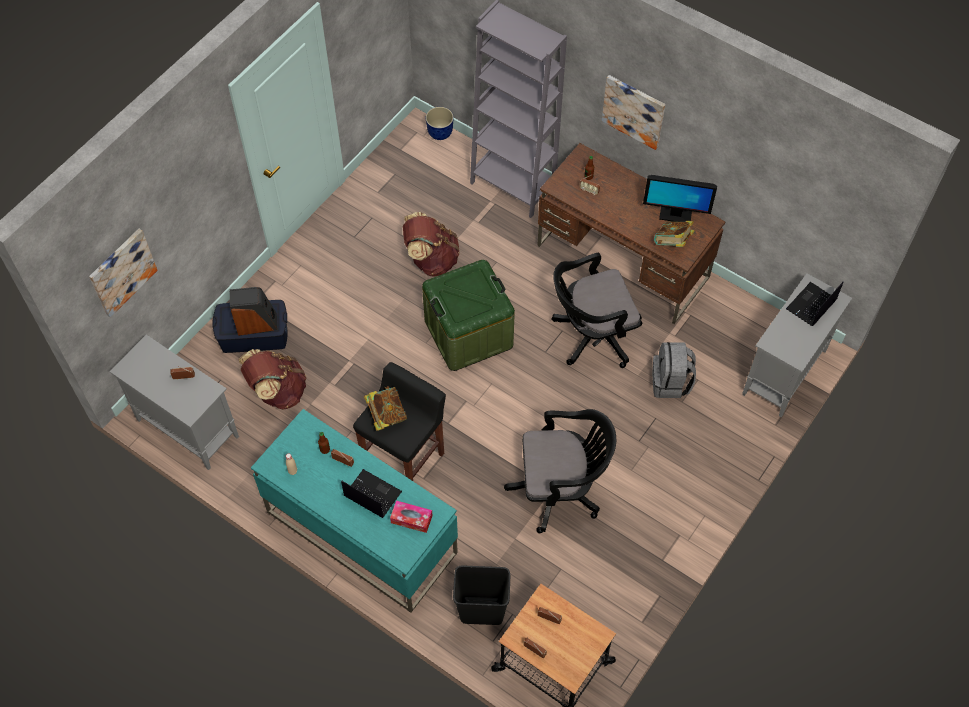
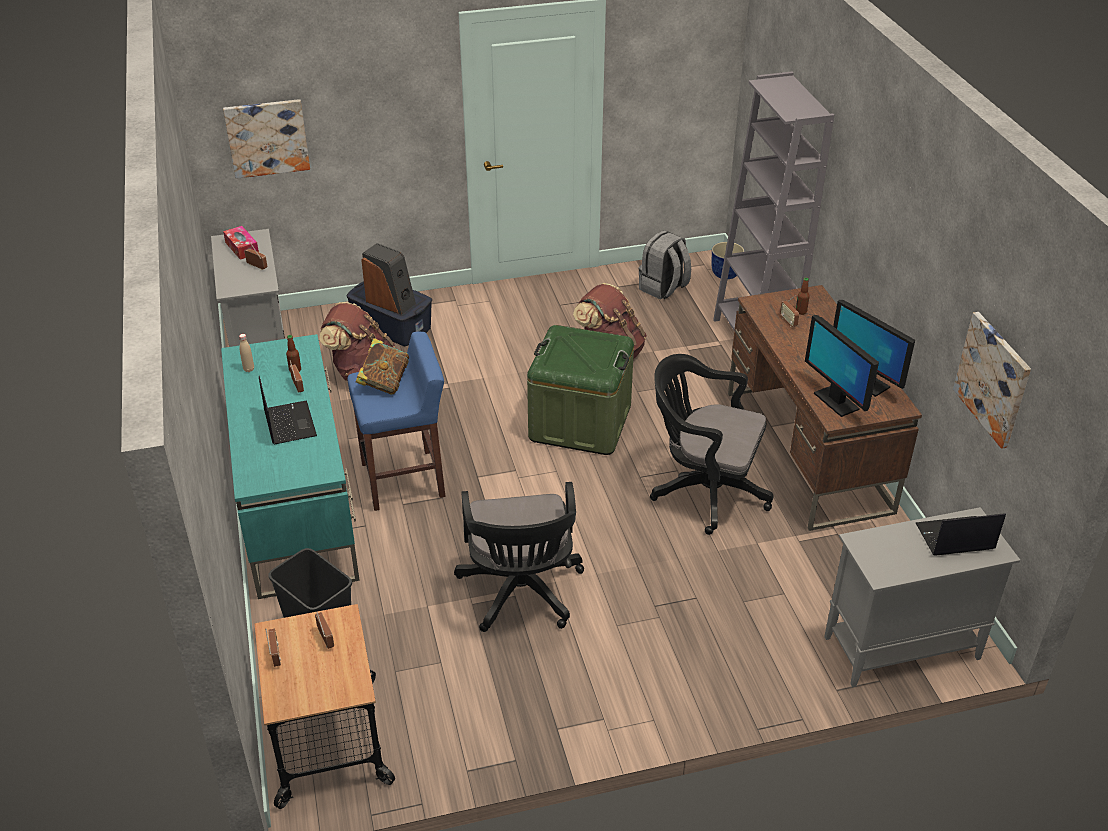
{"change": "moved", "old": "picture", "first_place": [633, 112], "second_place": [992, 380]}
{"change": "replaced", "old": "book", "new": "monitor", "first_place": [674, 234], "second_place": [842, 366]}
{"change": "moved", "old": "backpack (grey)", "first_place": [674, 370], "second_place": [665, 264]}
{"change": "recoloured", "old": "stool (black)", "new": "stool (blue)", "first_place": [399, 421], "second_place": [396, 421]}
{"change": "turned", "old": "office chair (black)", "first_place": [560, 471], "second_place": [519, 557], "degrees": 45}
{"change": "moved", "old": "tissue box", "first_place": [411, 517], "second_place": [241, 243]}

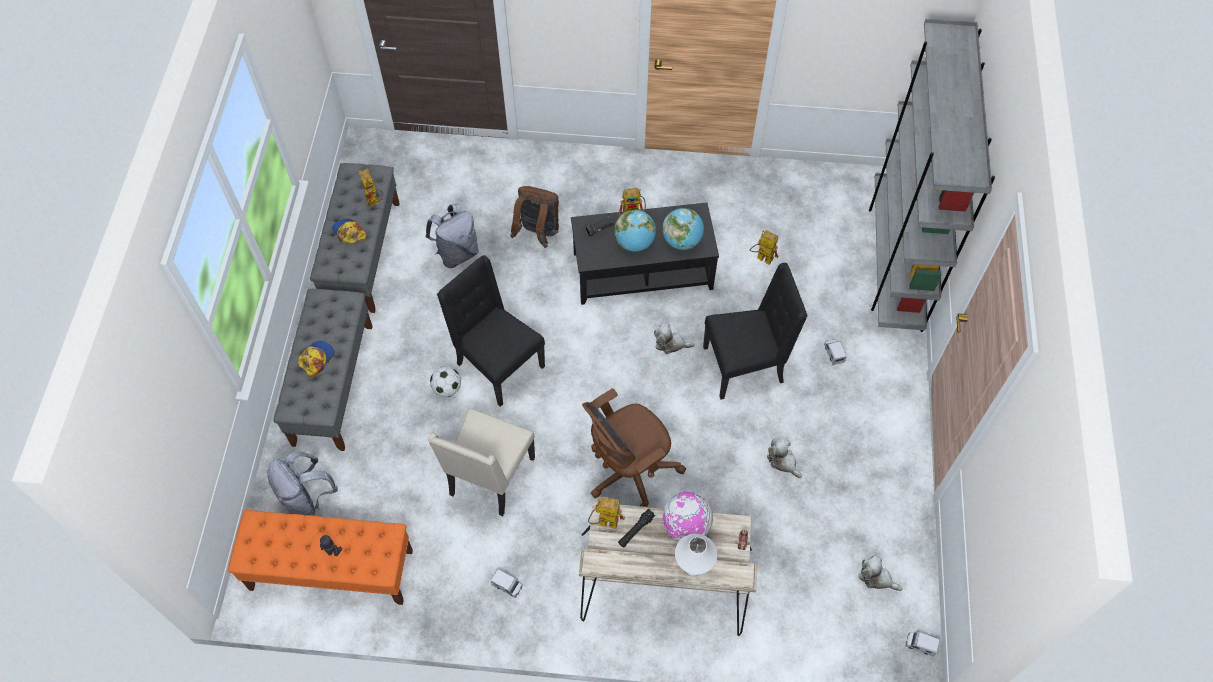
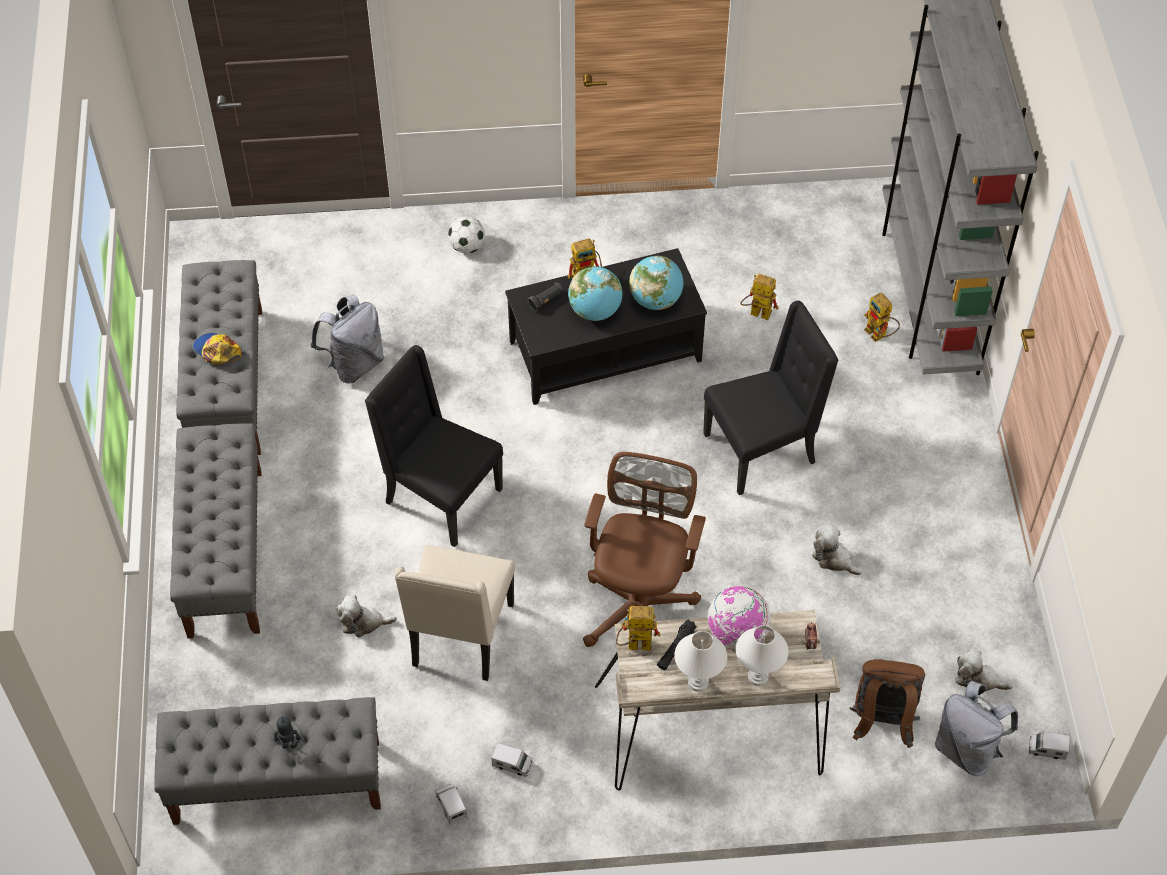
{"change": "moved", "old": "toy robot", "first_place": [371, 187], "second_place": [882, 317]}
{"change": "moved", "old": "backpack (brown)", "first_place": [534, 217], "second_place": [887, 703]}
{"change": "moved", "old": "plush toy", "first_place": [674, 338], "second_place": [366, 616]}
{"change": "moved", "old": "toy truck", "first_place": [835, 352], "second_place": [451, 804]}
{"change": "removed", "old": "cap", "first_place": [316, 358]}
{"change": "moved", "old": "football", "first_place": [445, 381], "second_place": [466, 235]}
{"change": "turned", "old": "office chair (brown)", "first_place": [634, 447], "second_place": [644, 549], "degrees": 150}
{"change": "moved", "old": "backpack (grey)", "first_place": [303, 483], "second_place": [976, 729]}
{"change": "recoloured", "old": "bench (orange)", "new": "bench (grey)", "first_place": [320, 557], "second_place": [267, 761]}
{"change": "added", "new": "table lamp (white)", "second_place": [700, 661]}

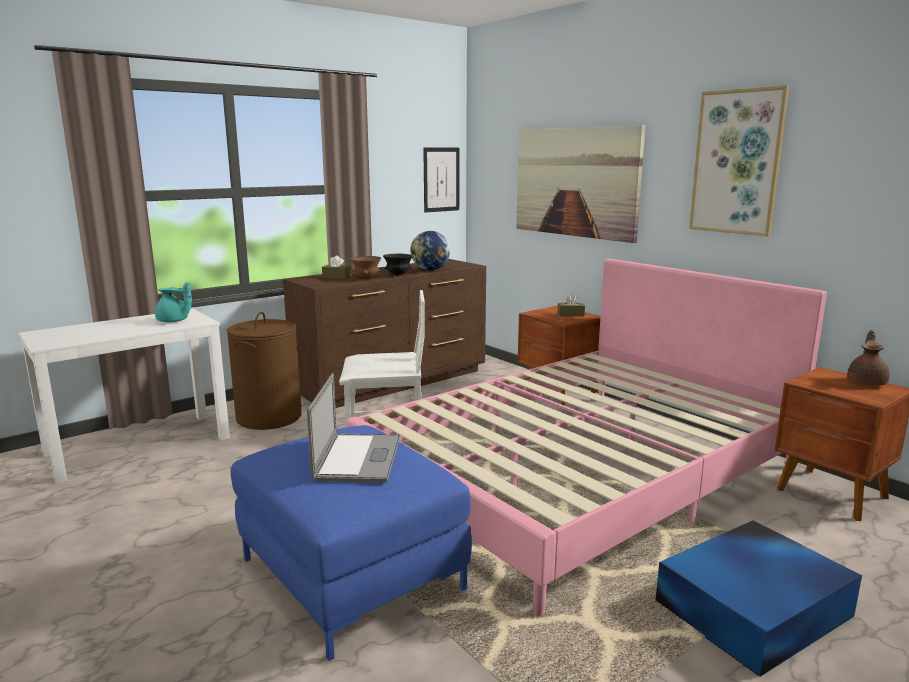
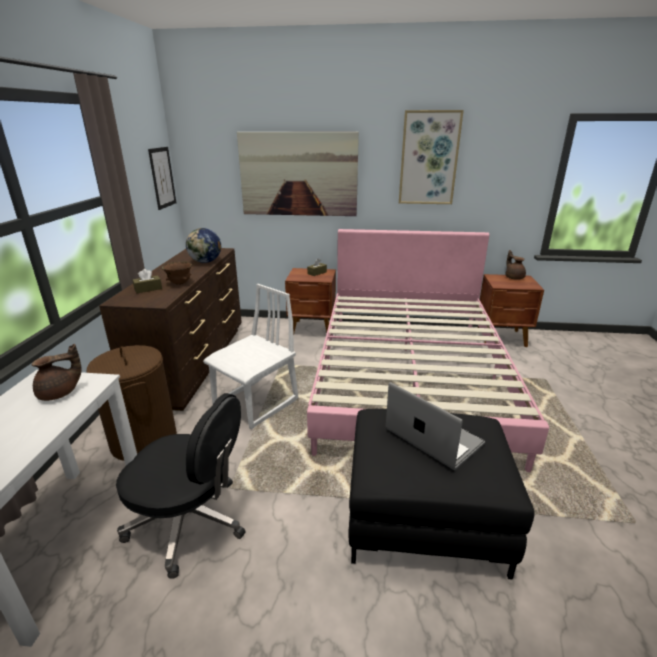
{"change": "removed", "old": "bowl (black)", "first_place": [398, 264]}
{"change": "recoloured", "old": "teapot (turquoise)", "new": "teapot (brown)", "first_place": [173, 302], "second_place": [56, 372]}
{"change": "recoloured", "old": "ottoman (blue)", "new": "ottoman (black)", "first_place": [351, 543], "second_place": [441, 494]}
{"change": "removed", "old": "storage box (blue)", "first_place": [759, 598]}
{"change": "added", "new": "office chair (black)", "second_place": [181, 486]}

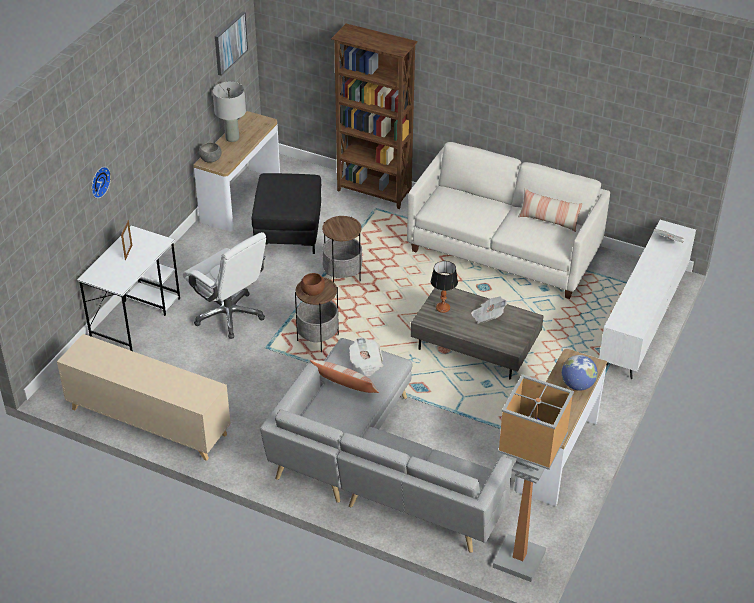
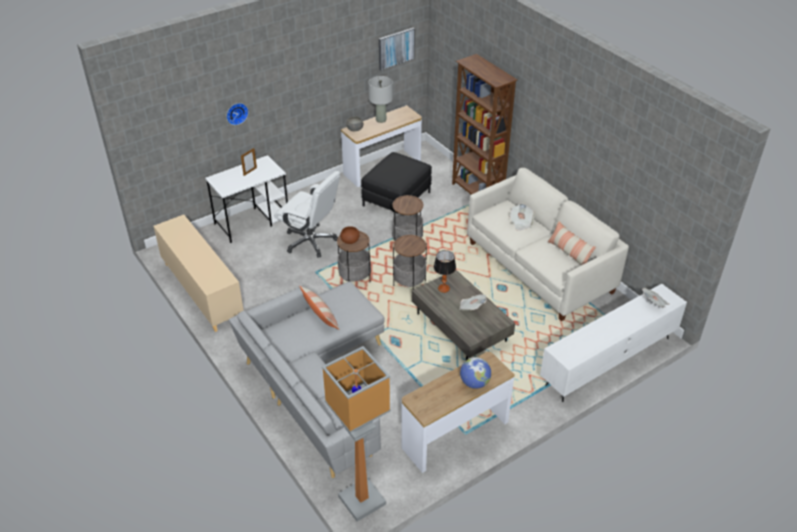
{"change": "turned", "old": "office chair (white)", "first_place": [224, 285], "second_place": [307, 214], "degrees": -45}
{"change": "moved", "old": "newspaper", "first_place": [366, 357], "second_place": [522, 217]}
{"change": "added", "new": "side table", "second_place": [410, 262]}

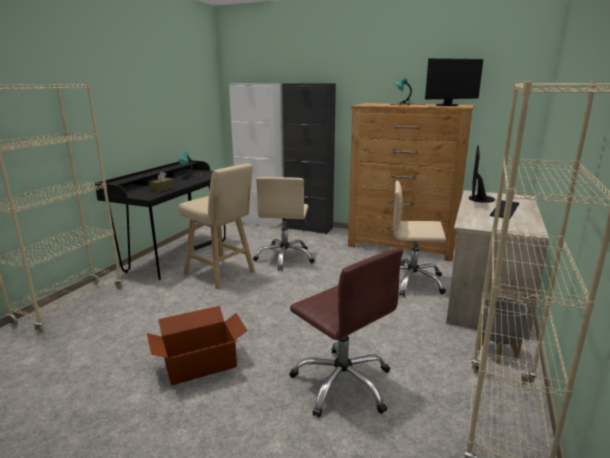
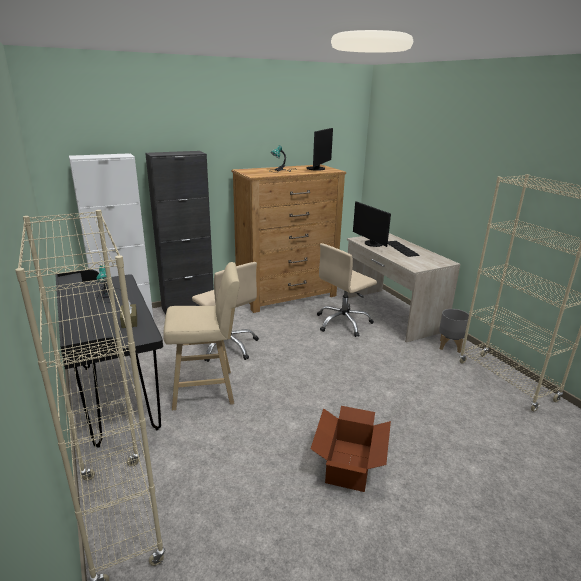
{"change": "removed", "old": "office chair (brown)", "first_place": [346, 333]}

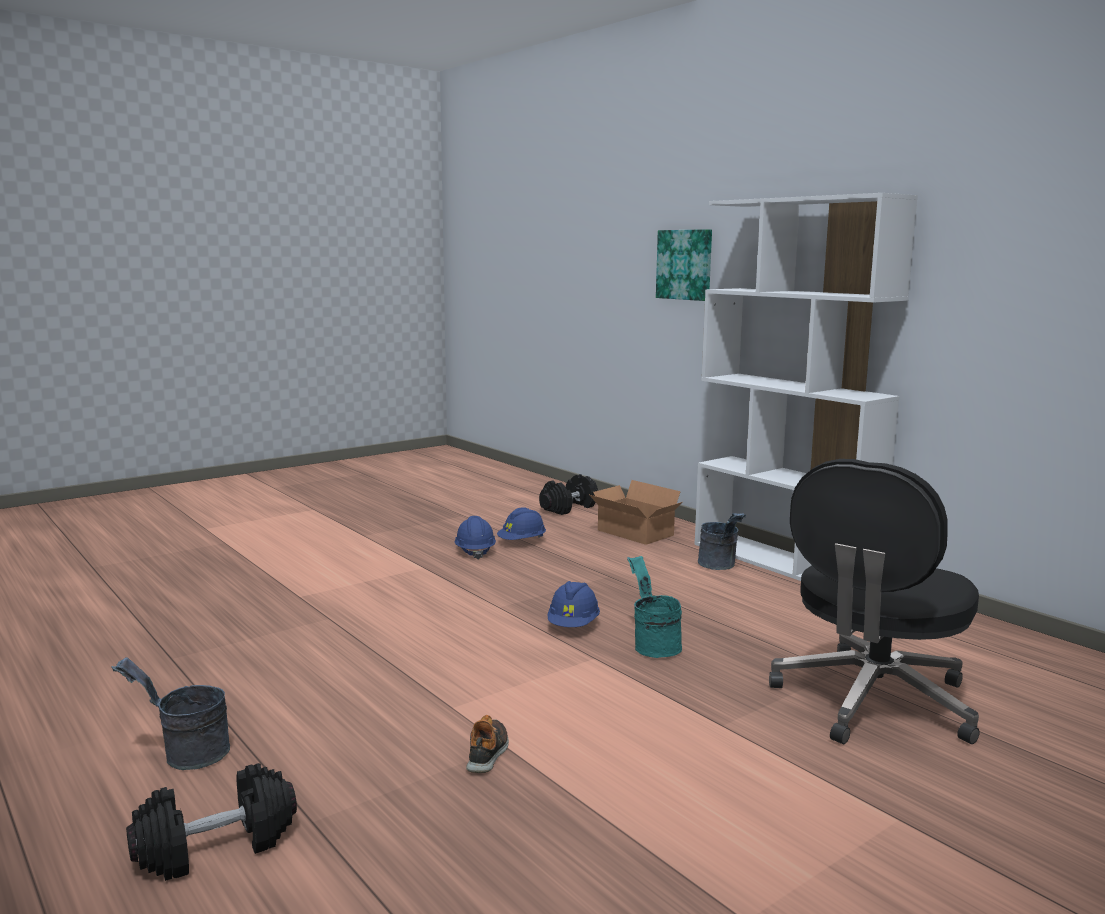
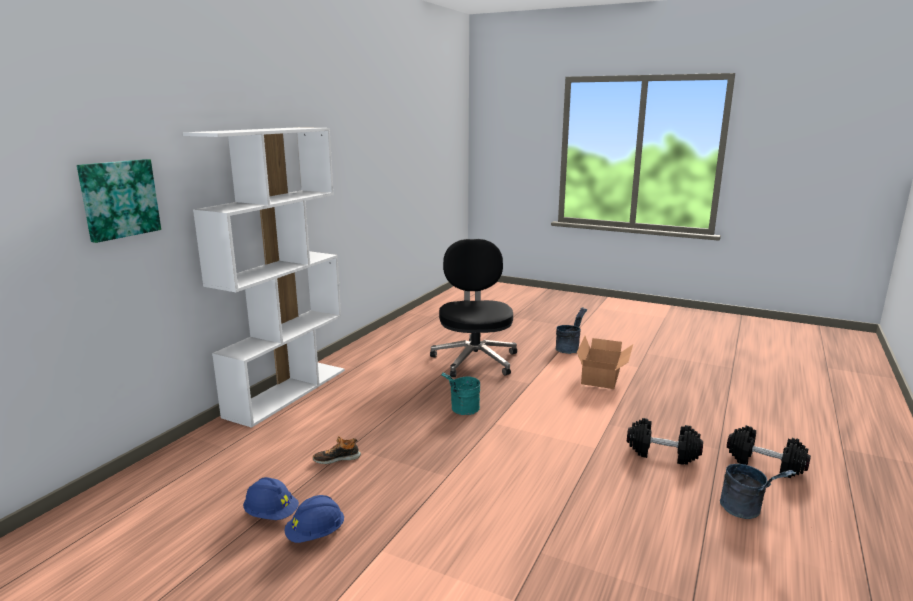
{"change": "turned", "old": "office chair (black)", "first_place": [874, 601], "second_place": [473, 308], "degrees": -105}
{"change": "moved", "old": "dumbbell (black)", "first_place": [568, 494], "second_place": [665, 441]}
{"change": "moved", "old": "cardboard box", "first_place": [636, 512], "second_place": [605, 362]}
{"change": "moved", "old": "bucket (grey)", "first_place": [722, 541], "second_place": [571, 330]}
{"change": "removed", "old": "hard hat (blue)", "first_place": [573, 604]}
{"change": "moved", "old": "shoe", "first_place": [487, 744], "second_place": [337, 450]}

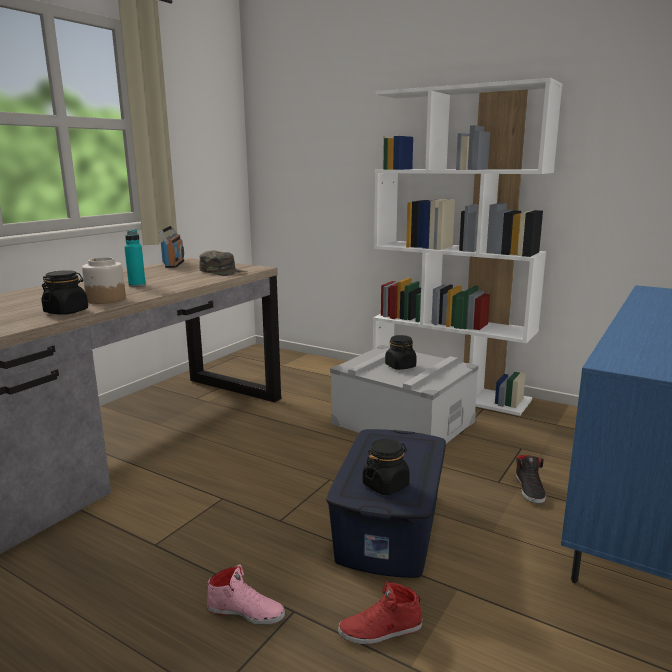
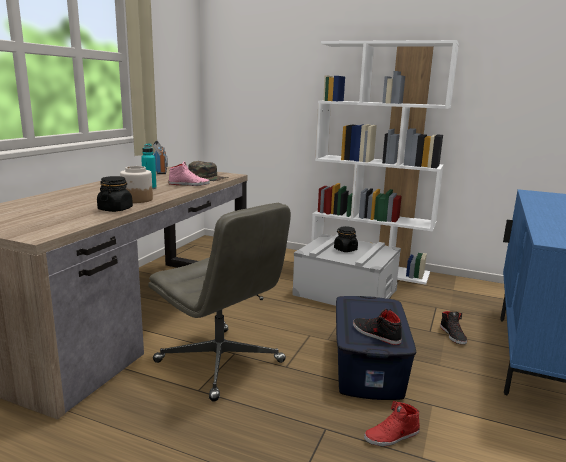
{"change": "replaced", "old": "jar (black)", "new": "shoe (black)", "first_place": [386, 467], "second_place": [377, 327]}
{"change": "moved", "old": "shoe (pink)", "first_place": [246, 594], "second_place": [189, 174]}
{"change": "added", "new": "office chair (grey)", "second_place": [219, 302]}

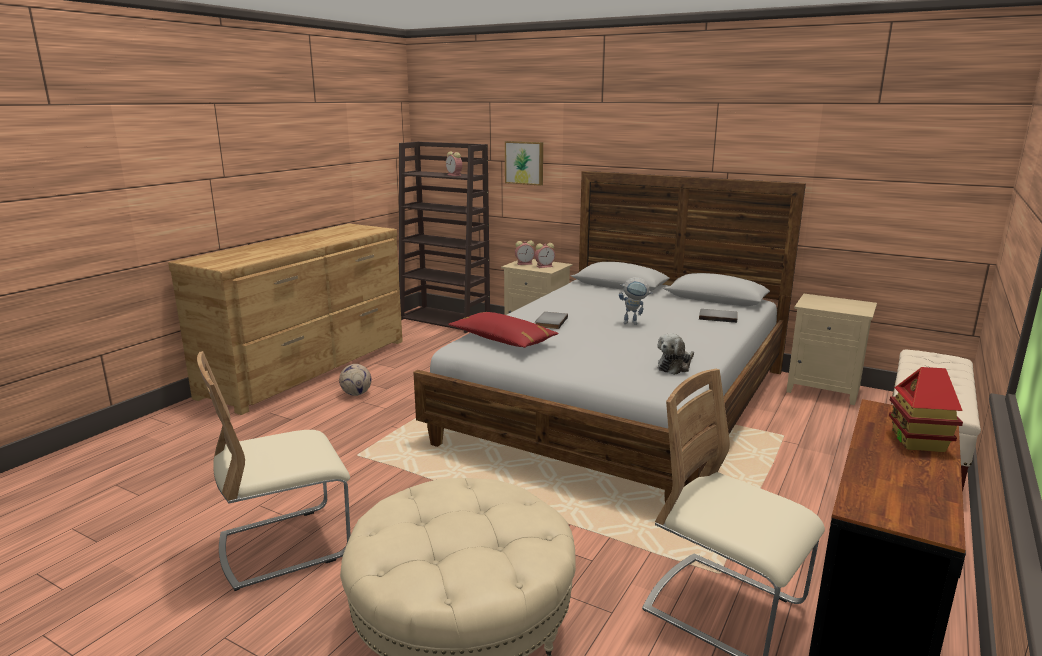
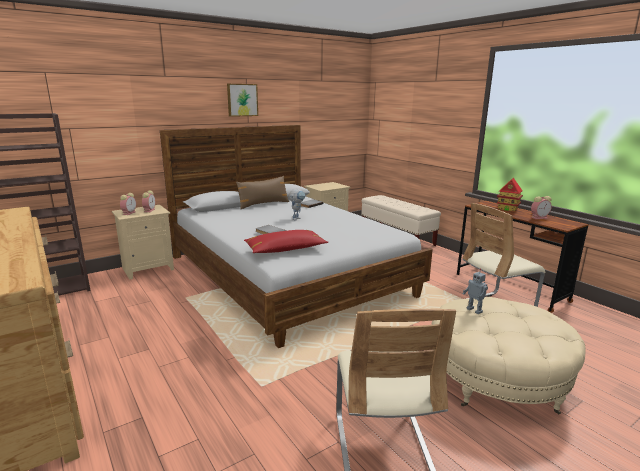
{"change": "moved", "old": "picture", "first_place": [524, 163], "second_place": [242, 100]}
{"change": "moved", "old": "alarm clock", "first_place": [454, 164], "second_place": [541, 207]}
{"change": "removed", "old": "plush toy", "first_place": [675, 354]}
{"change": "removed", "old": "football", "first_place": [355, 380]}
{"change": "added", "new": "pillow (brown)", "second_place": [262, 192]}
{"change": "added", "new": "toy robot", "second_place": [475, 291]}

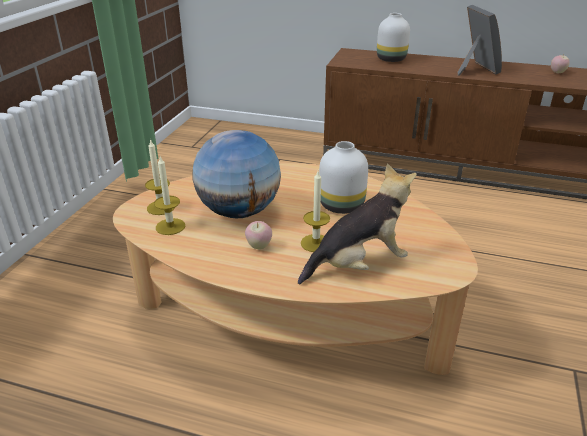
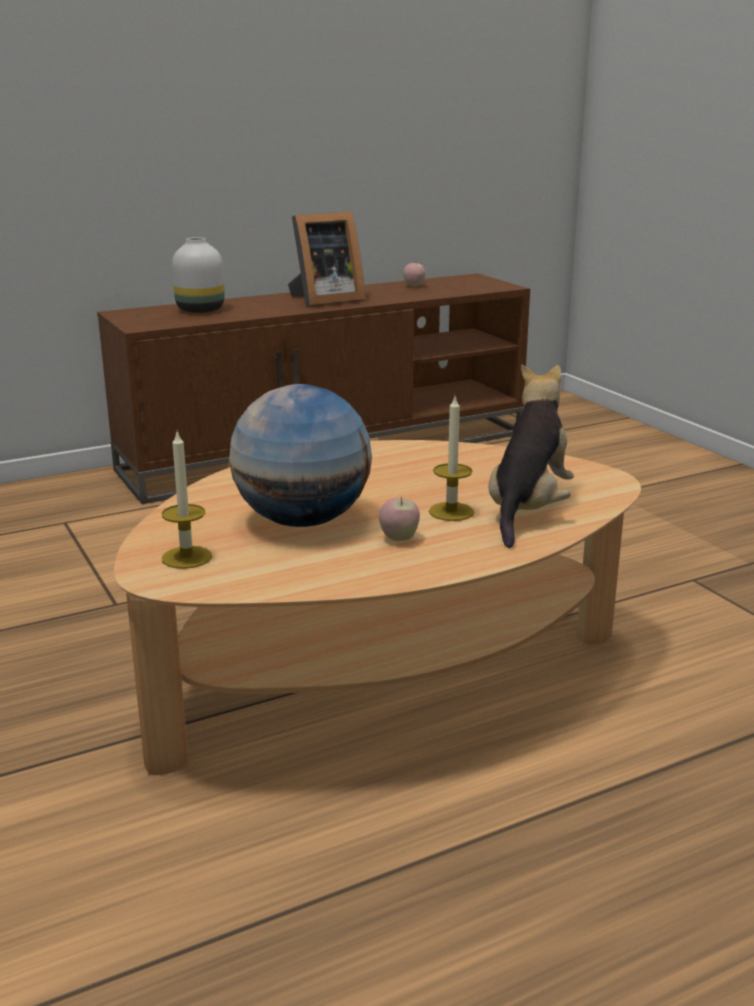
{"change": "turned", "old": "picture frame", "first_place": [480, 40], "second_place": [327, 259], "degrees": 120}
{"change": "removed", "old": "vase (white)", "first_place": [343, 177]}
{"change": "removed", "old": "candle", "first_place": [169, 195]}

